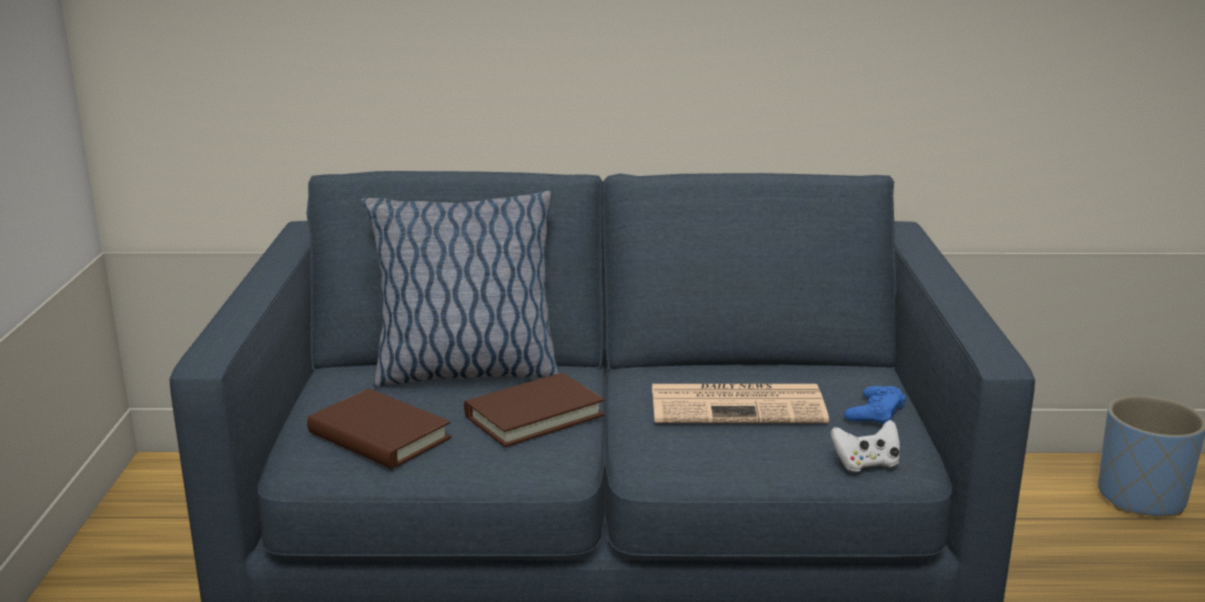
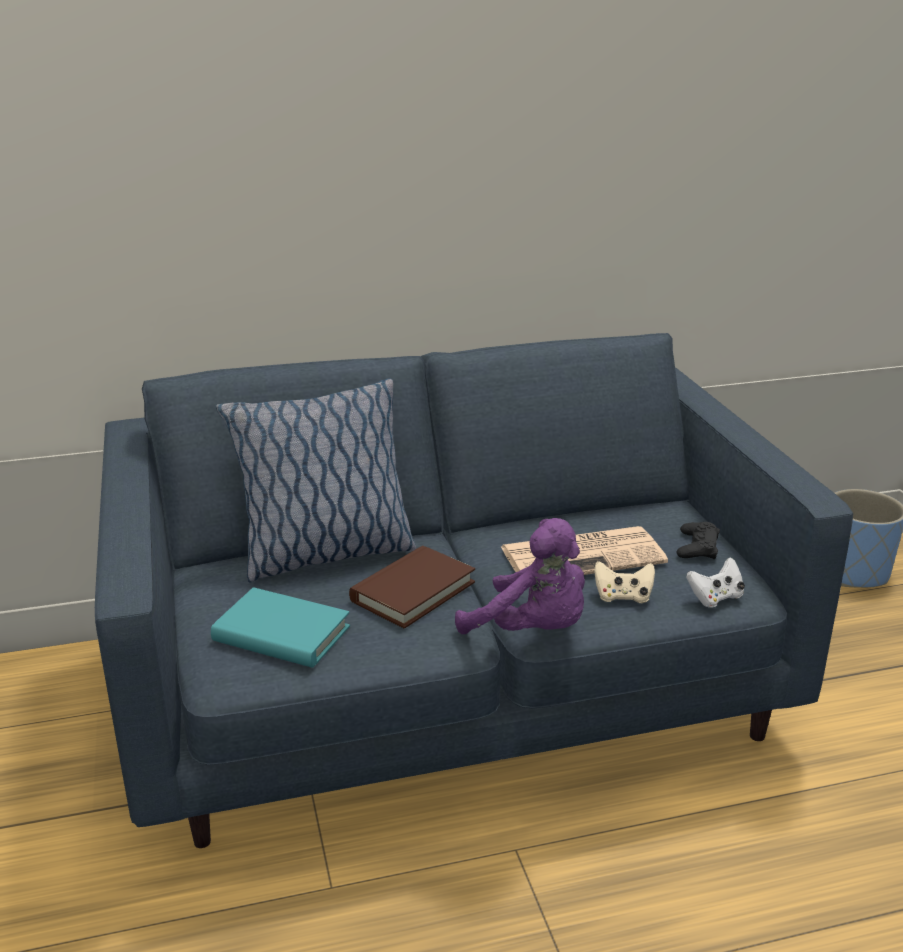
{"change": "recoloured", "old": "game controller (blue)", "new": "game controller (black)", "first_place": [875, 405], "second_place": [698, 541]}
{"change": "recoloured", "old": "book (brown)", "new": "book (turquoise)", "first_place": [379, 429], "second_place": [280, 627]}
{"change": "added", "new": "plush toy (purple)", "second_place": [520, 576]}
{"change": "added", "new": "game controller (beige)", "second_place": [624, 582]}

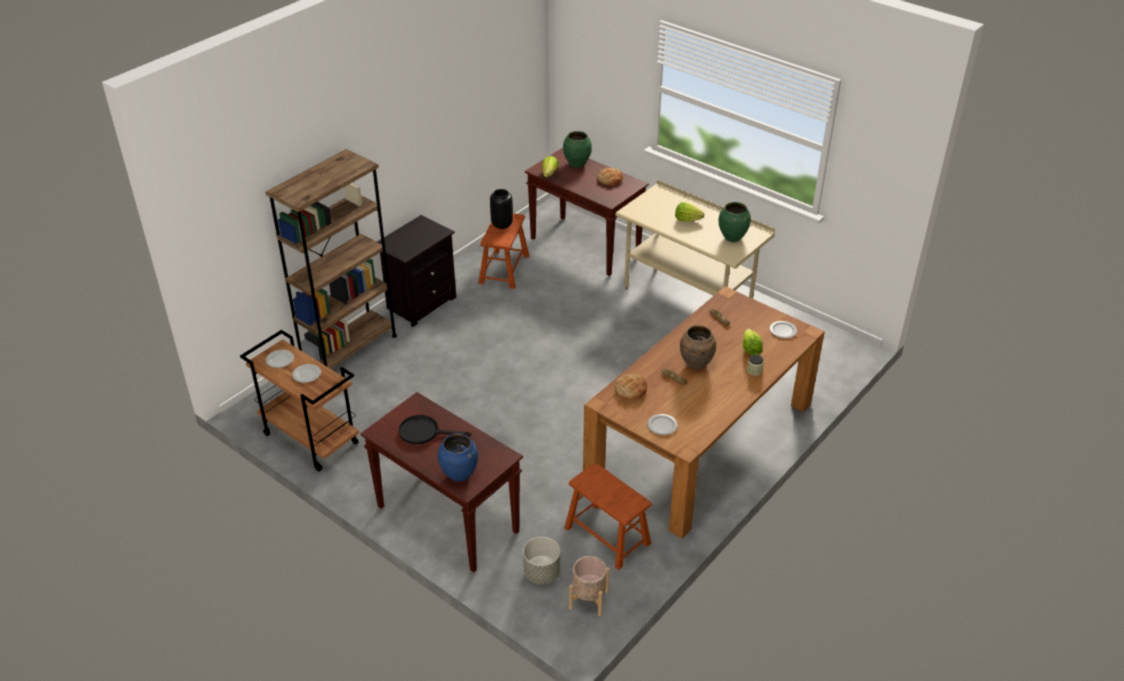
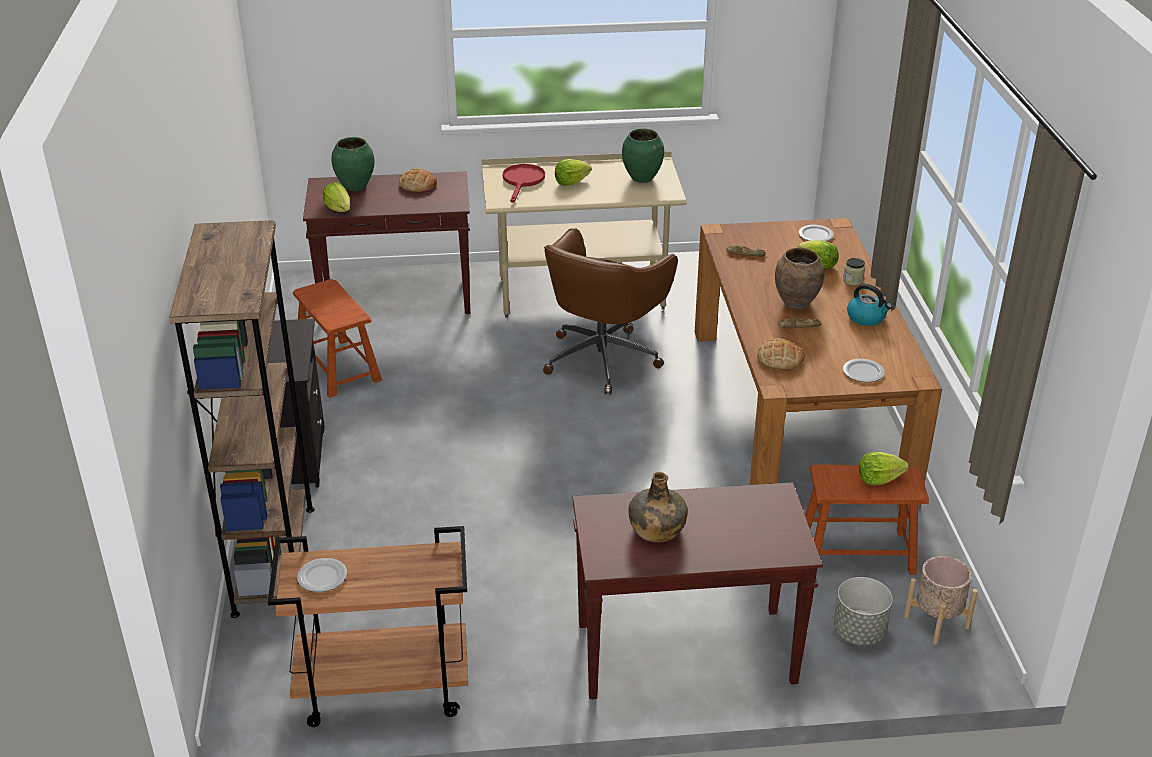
{"change": "removed", "old": "vase (black)", "first_place": [501, 209]}
{"change": "removed", "old": "plate", "first_place": [306, 373]}
{"change": "replaced", "old": "frying pan (black)", "new": "bottle (green)", "first_place": [435, 429], "second_place": [658, 507]}
{"change": "removed", "old": "vase (blue)", "first_place": [458, 457]}
{"change": "added", "new": "frying pan (red)", "second_place": [524, 183]}
{"change": "added", "new": "office chair (brown)", "second_place": [610, 311]}
{"change": "added", "new": "kettle", "second_place": [869, 305]}
{"change": "added", "new": "lettuce", "second_place": [884, 468]}

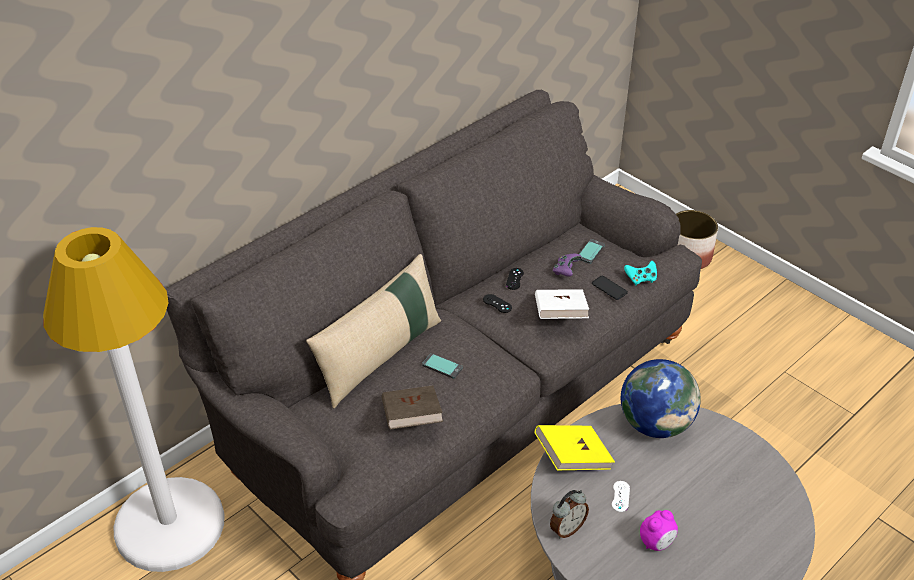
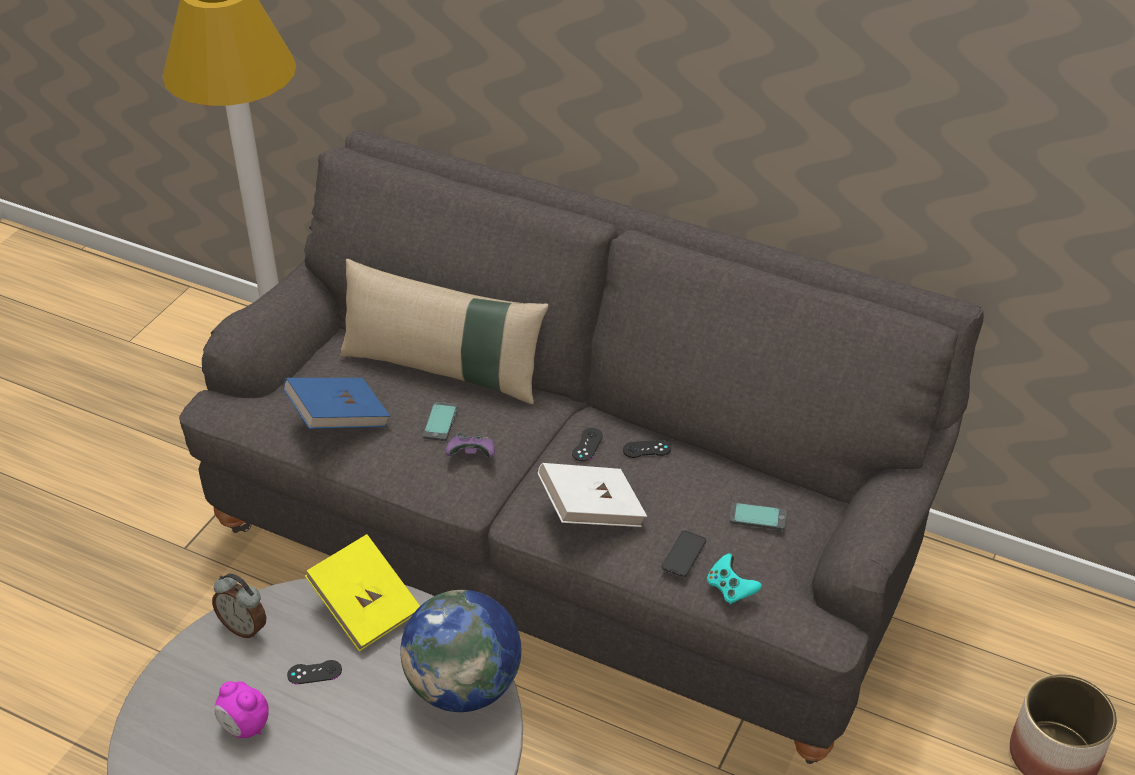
{"change": "moved", "old": "game controller (purple)", "first_place": [567, 265], "second_place": [470, 445]}
{"change": "recoloured", "old": "book (brown)", "new": "book (blue)", "first_place": [412, 407], "second_place": [336, 403]}
{"change": "recoloured", "old": "game controller (white)", "new": "game controller (black)", "first_place": [621, 496], "second_place": [314, 672]}

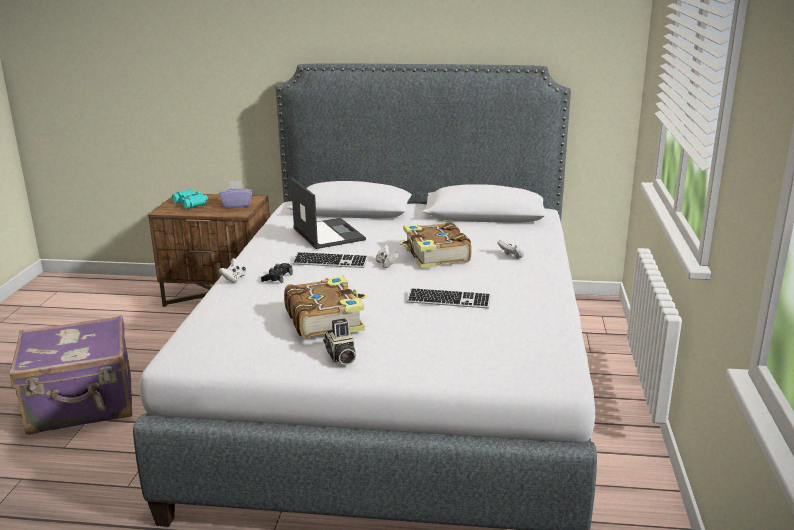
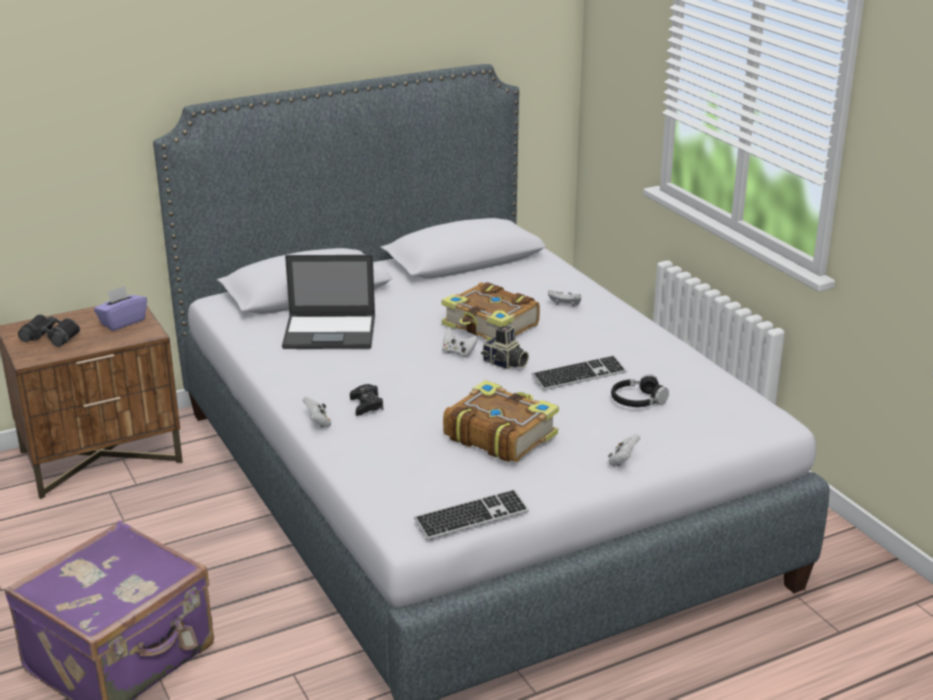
{"change": "turned", "old": "laptop", "first_place": [328, 213], "second_place": [328, 302], "degrees": 150}
{"change": "recoloured", "old": "binoculars (turquoise)", "new": "binoculars (black)", "first_place": [190, 199], "second_place": [49, 331]}
{"change": "moved", "old": "keyboard", "first_place": [330, 260], "second_place": [471, 514]}
{"change": "moved", "old": "photo camera", "first_place": [339, 341], "second_place": [505, 347]}
{"change": "added", "new": "headphones (black)", "second_place": [640, 390]}
{"change": "added", "new": "game controller (white)", "second_place": [624, 450]}

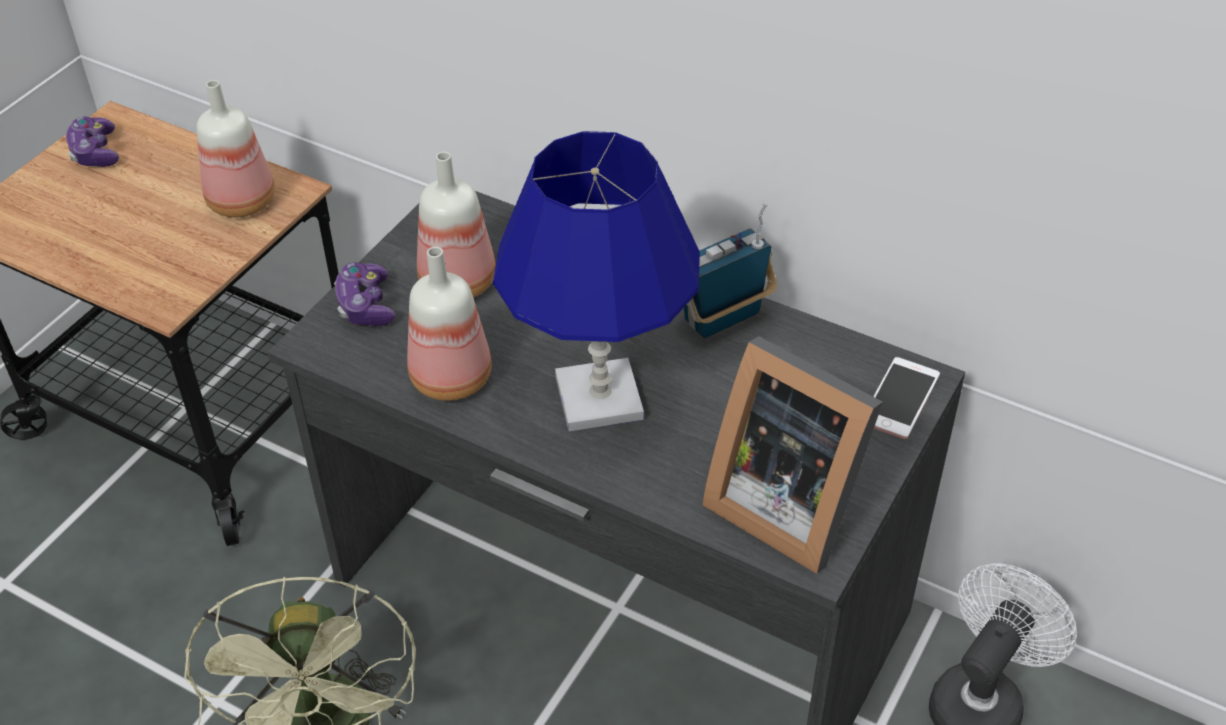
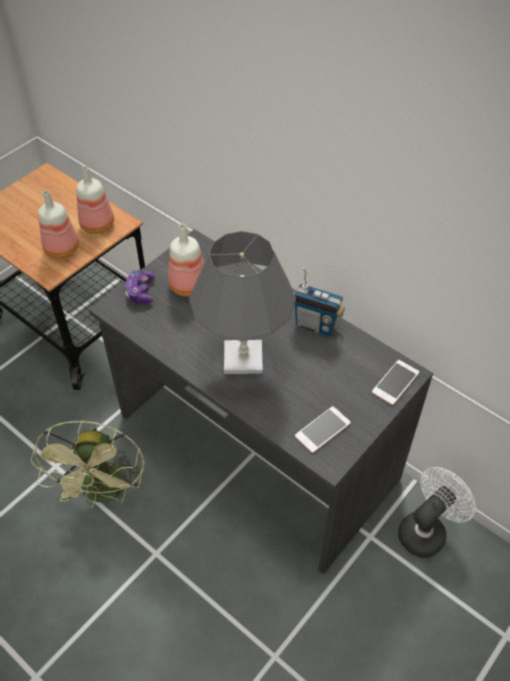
{"change": "removed", "old": "game controller", "first_place": [92, 142]}
{"change": "recoloured", "old": "table lamp (blue)", "new": "table lamp (grey)", "first_place": [596, 281], "second_place": [242, 302]}
{"change": "turned", "old": "radio", "first_place": [730, 270], "second_place": [319, 302], "degrees": -135}
{"change": "moved", "old": "bottle", "first_place": [449, 324], "second_place": [58, 224]}
{"change": "replaced", "old": "picture frame", "new": "phone", "first_place": [792, 455], "second_place": [323, 429]}

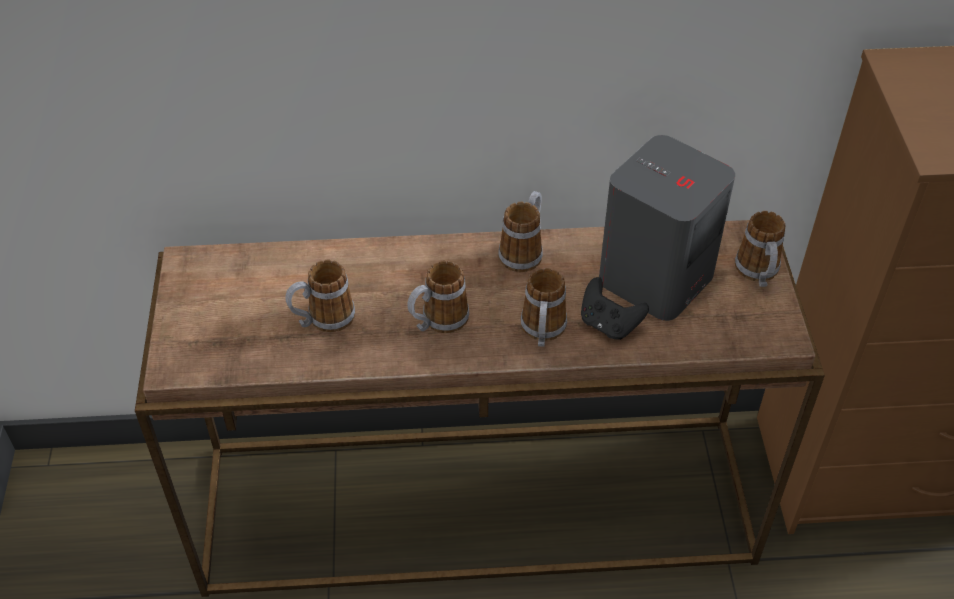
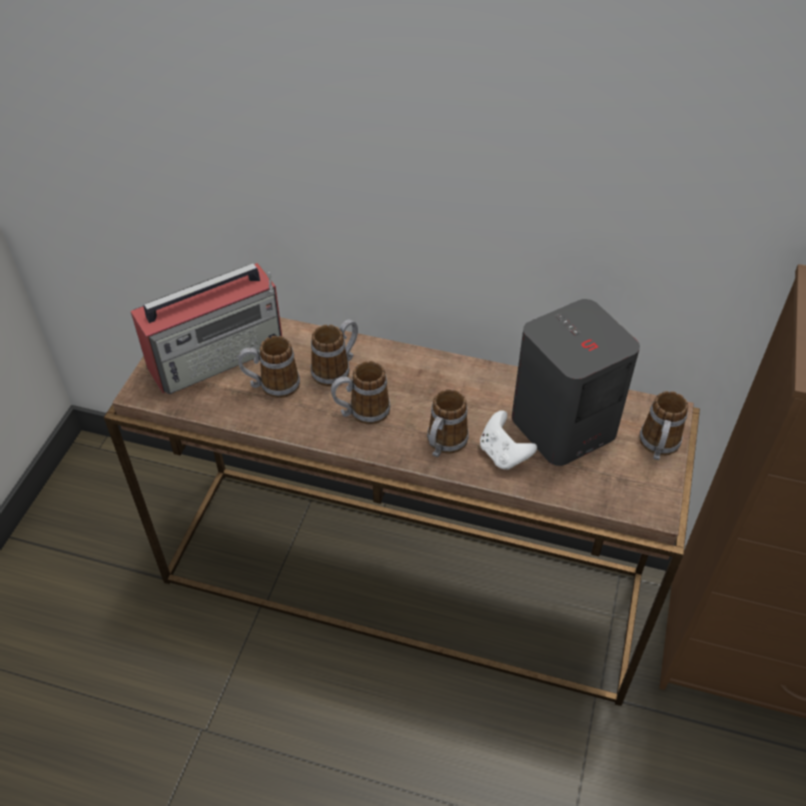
{"change": "moved", "old": "mug", "first_place": [520, 231], "second_place": [334, 352]}
{"change": "recoloured", "old": "game controller (black)", "new": "game controller (white)", "first_place": [615, 308], "second_place": [508, 440]}
{"change": "added", "new": "radio", "second_place": [206, 328]}

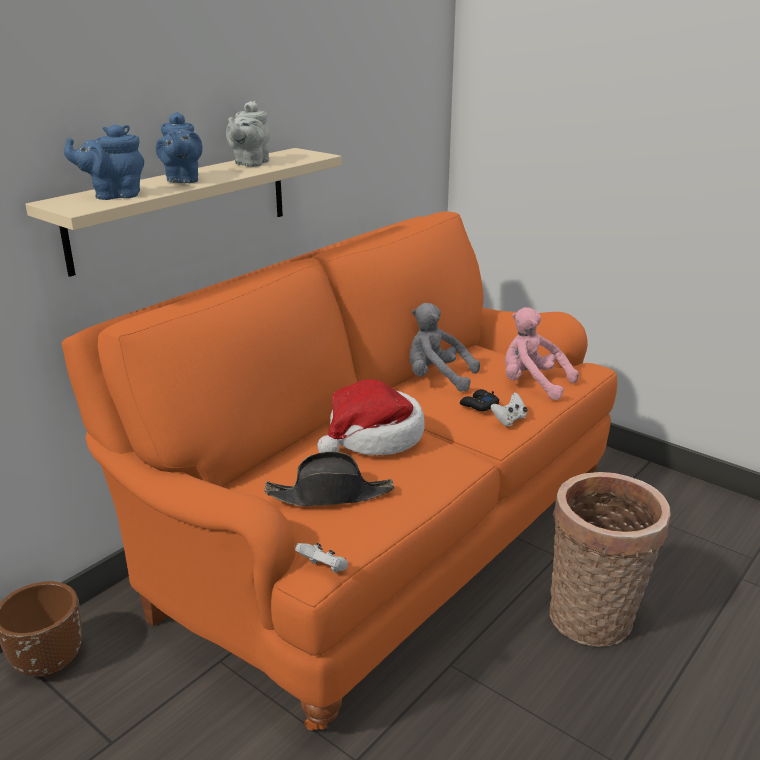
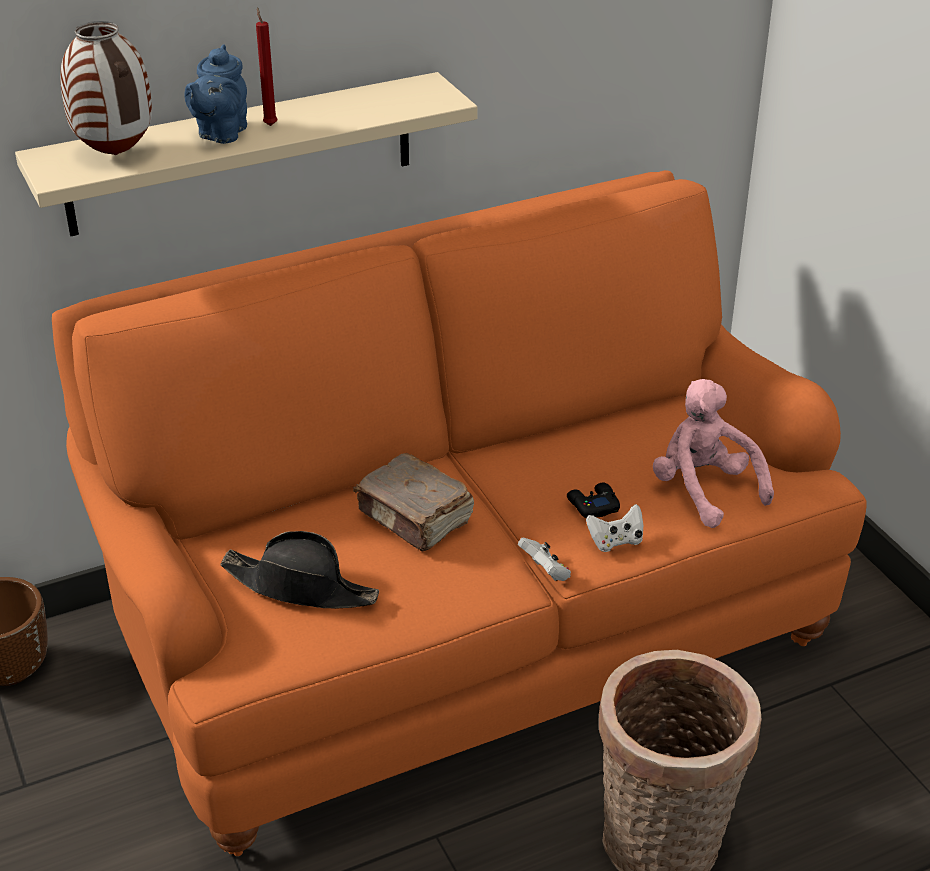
{"change": "removed", "old": "teapot (grey)", "first_place": [248, 134]}
{"change": "replaced", "old": "teapot (blue)", "new": "vase", "first_place": [104, 162], "second_place": [106, 88]}
{"change": "removed", "old": "plush toy (grey)", "first_place": [445, 347]}
{"change": "replaced", "old": "hat", "new": "book (brown)", "first_place": [371, 417], "second_place": [413, 502]}
{"change": "moved", "old": "game controller (white)", "first_place": [321, 558], "second_place": [544, 559]}
{"change": "added", "new": "candle (red)", "second_place": [266, 66]}

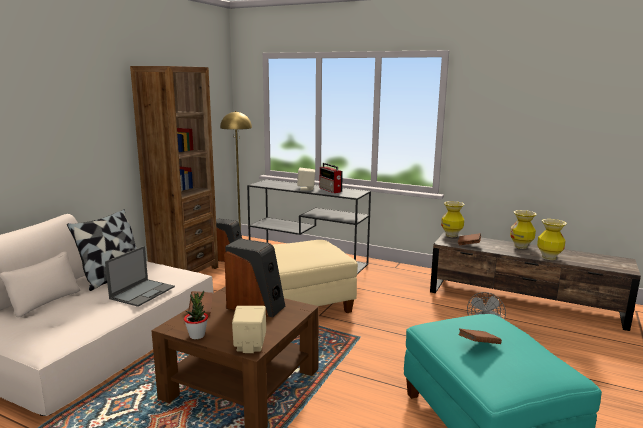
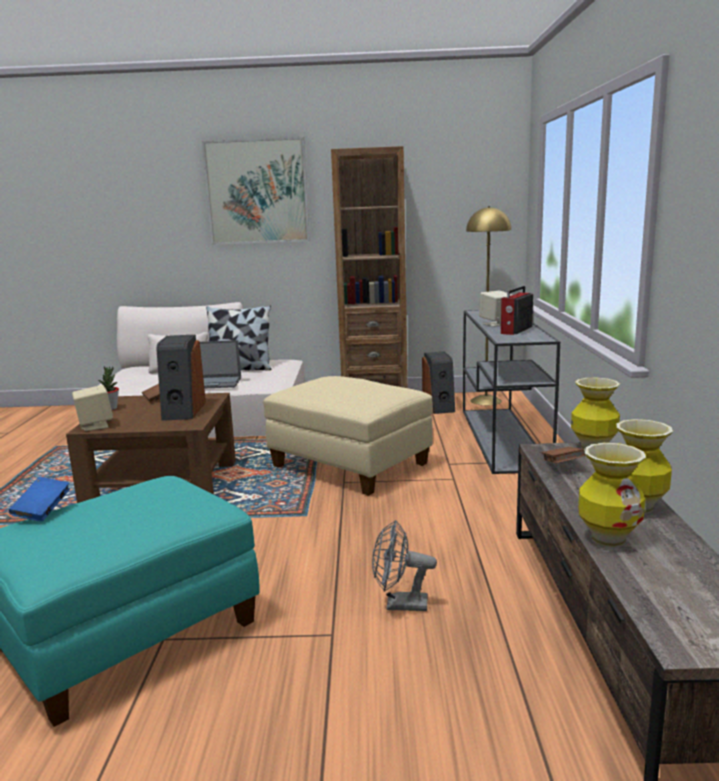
{"change": "removed", "old": "book (brown)", "first_place": [480, 336]}
{"change": "added", "new": "picture", "second_place": [256, 191]}
{"change": "added", "new": "book (blue)", "second_place": [39, 499]}

